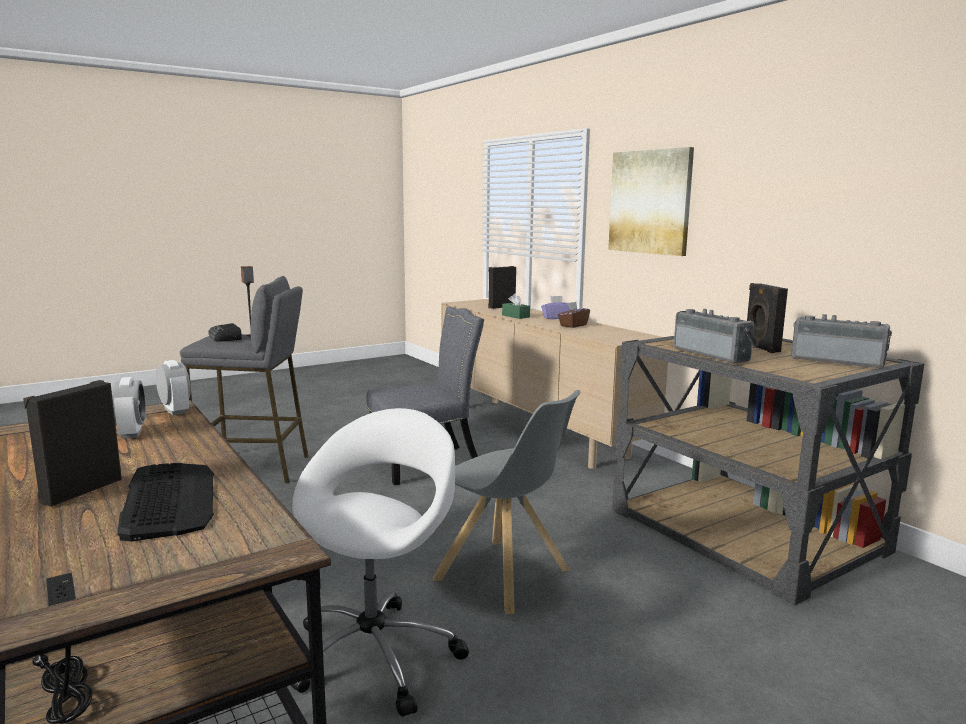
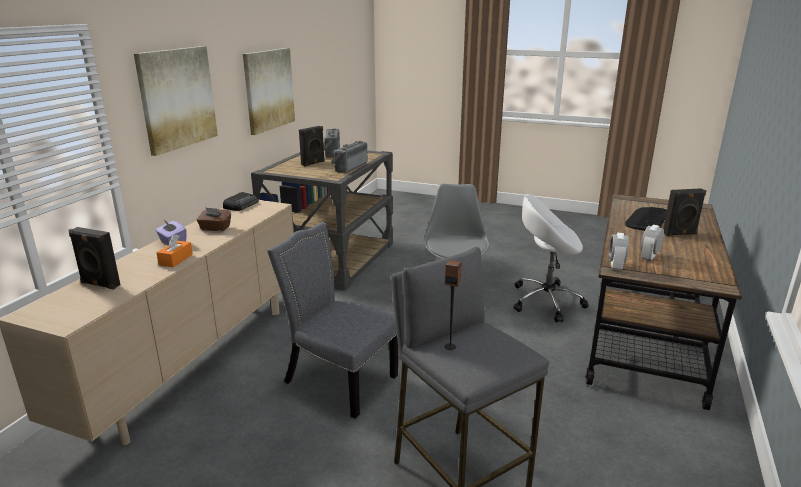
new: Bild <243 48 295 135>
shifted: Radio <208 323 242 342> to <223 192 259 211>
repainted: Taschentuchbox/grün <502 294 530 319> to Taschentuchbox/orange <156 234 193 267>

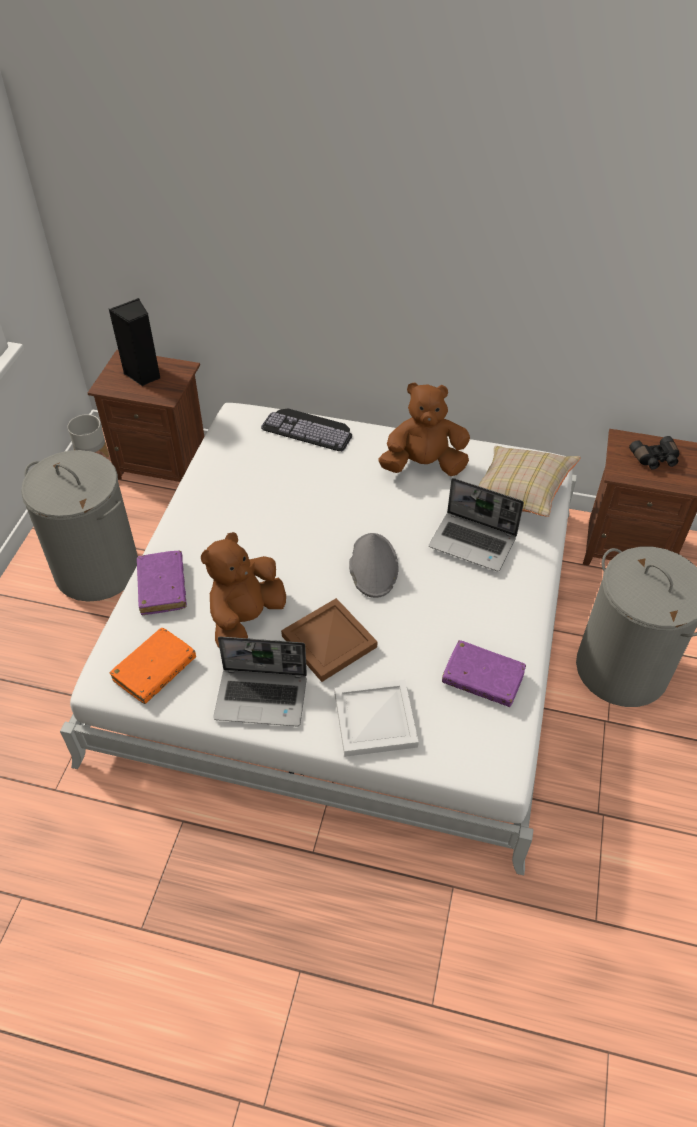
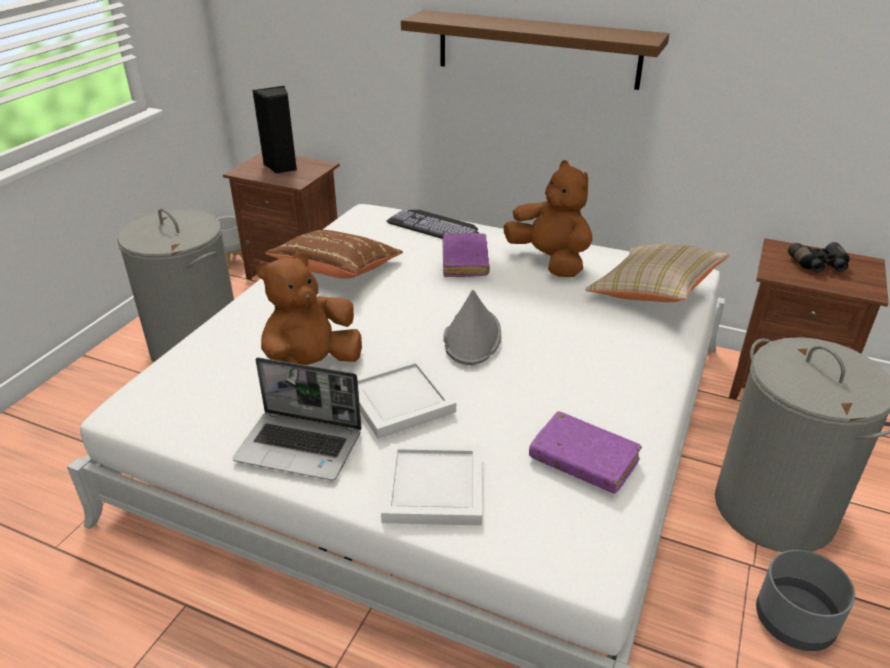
gone: Buch/orange <110 628 196 704>; Laptop <429 478 524 571>
new: Kissen/braun <265 230 403 279>; Wandregal/braun <401 10 669 90>; Pflanzkübel/grau <756 550 855 651>
shifted: Buch/lila <137 551 187 615> to <443 233 490 277>
repainted: Tablett/braun <281 598 378 682> to Tablett/weiß <357 358 456 439>
rotated: Plüschtier/braun <379 382 470 476> = <504 160 593 277> 45 degrees clockwise

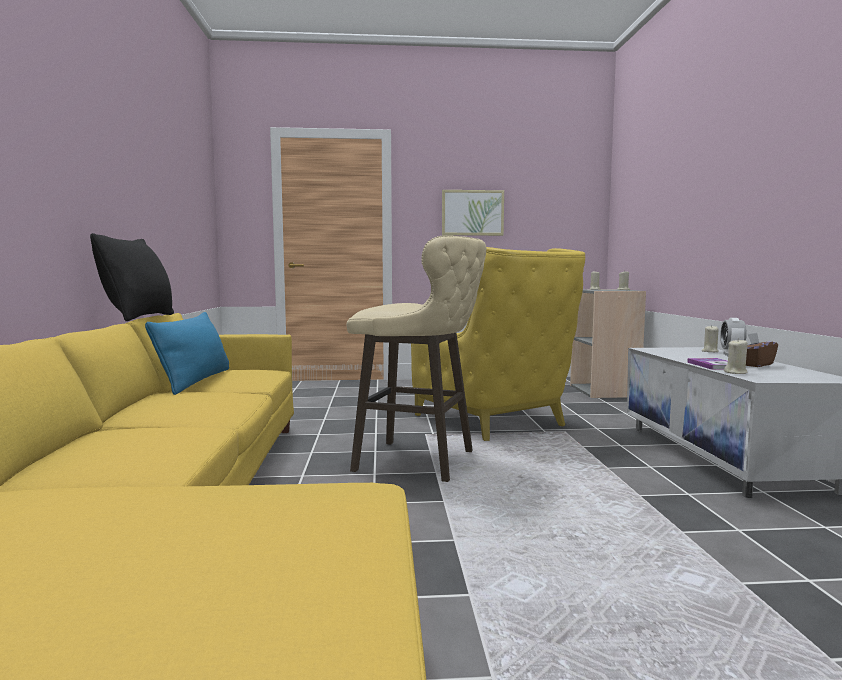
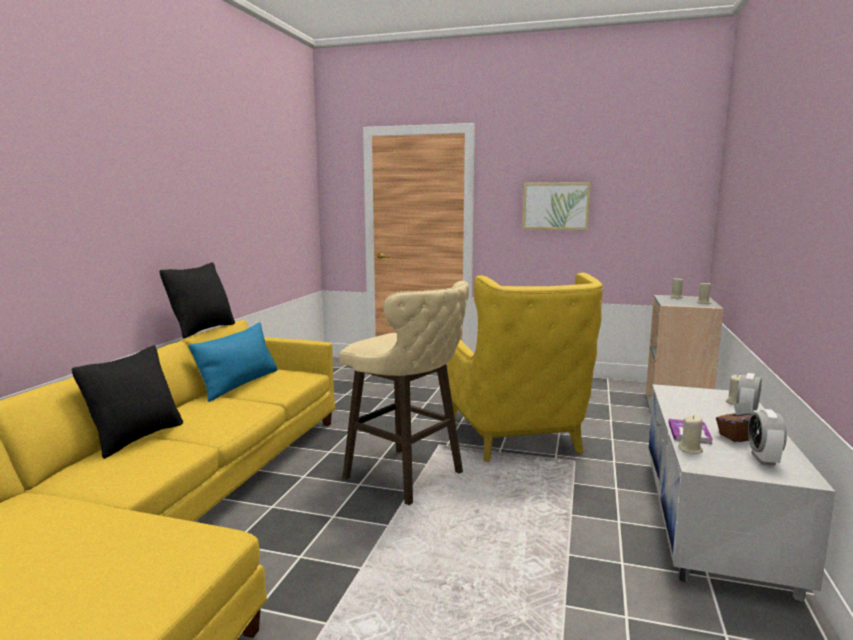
new: Kissen/schwarz <72 345 183 459>; Wecker <748 409 787 466>

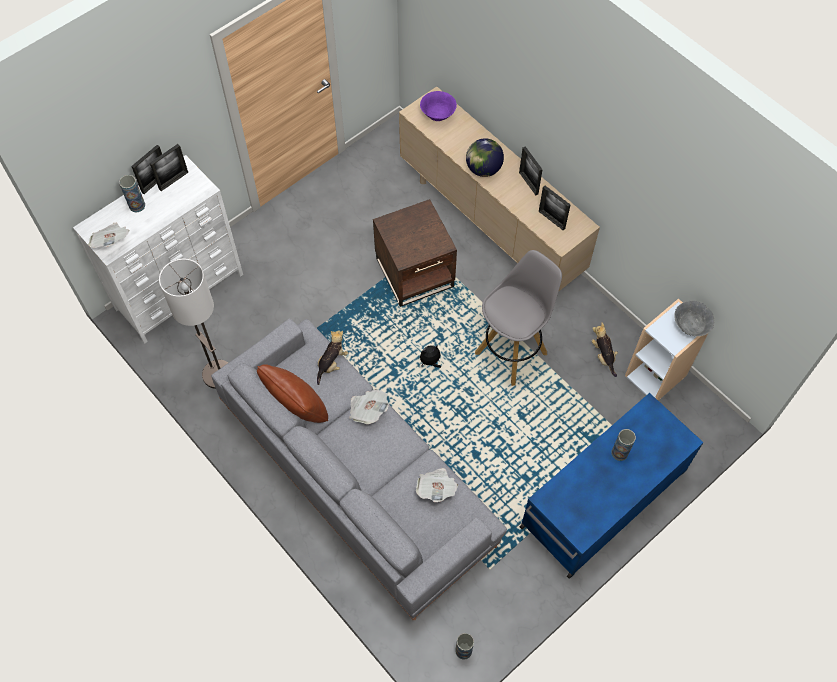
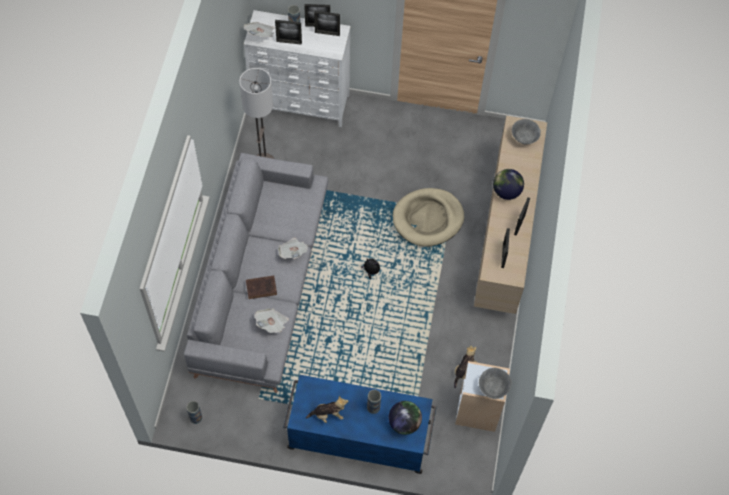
gone: Kissen/braun <257 364 328 423>; Hocker/grau <475 250 562 386>
new: Buch/braun <246 276 277 299>; Bilderrahmen <275 20 302 45>; Globus <388 401 422 435>
shifted: Plüschtier <317 330 348 385> to <306 396 348 423>
swapped: Beistelltisch/braun <373 199 457 307> to Hundebett/beige <393 188 464 247>
repainted: Schüssel/lila <420 91 457 121> to Schüssel/grau <512 119 541 145>

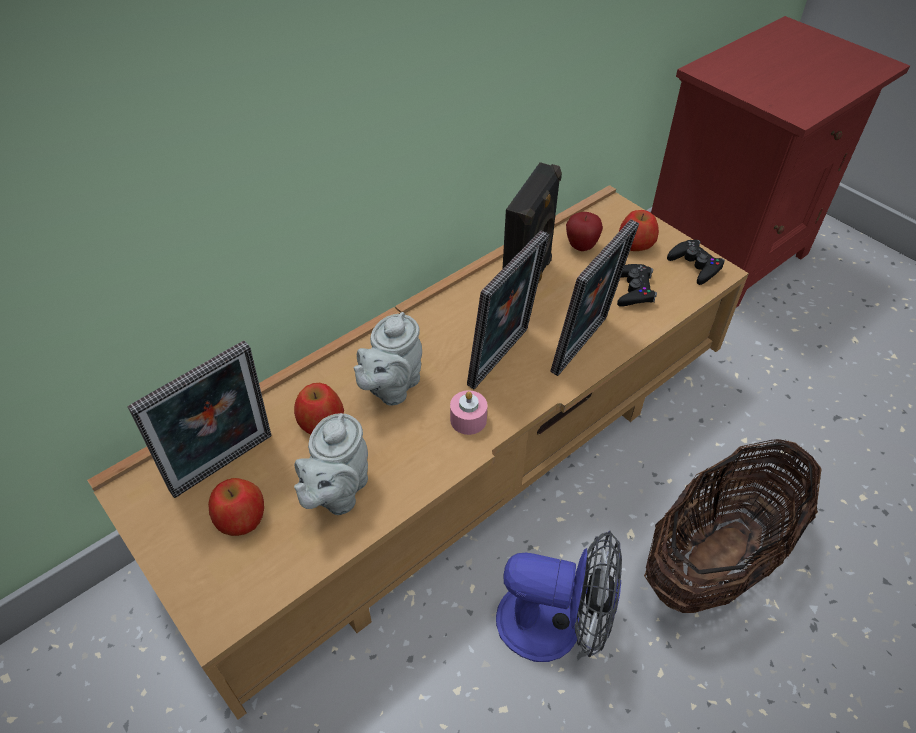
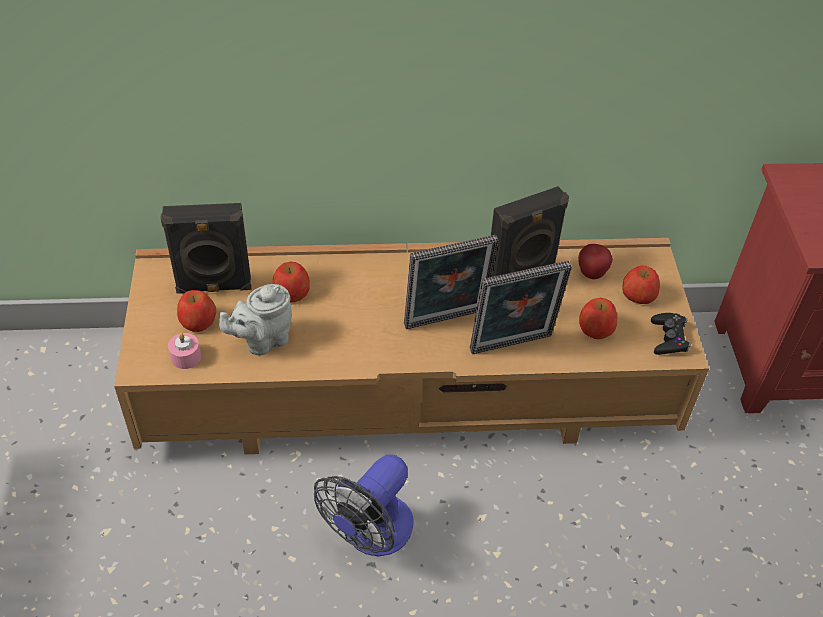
gone: Teekanne/grau <354 312 422 406>; Korb <644 439 822 613>
shifted: Kerze/rosa <450 390 488 435> to <168 333 201 369>
swapped: Bilderrahmen <127 341 271 498> to Lautsprecher/schwarz <160 203 252 294>; Gamepad/schwarz <617 264 657 307> to Apfel <579 298 617 339>
rotated: Ventilator <496 531 622 662> = <314 454 413 557> 75 degrees clockwise

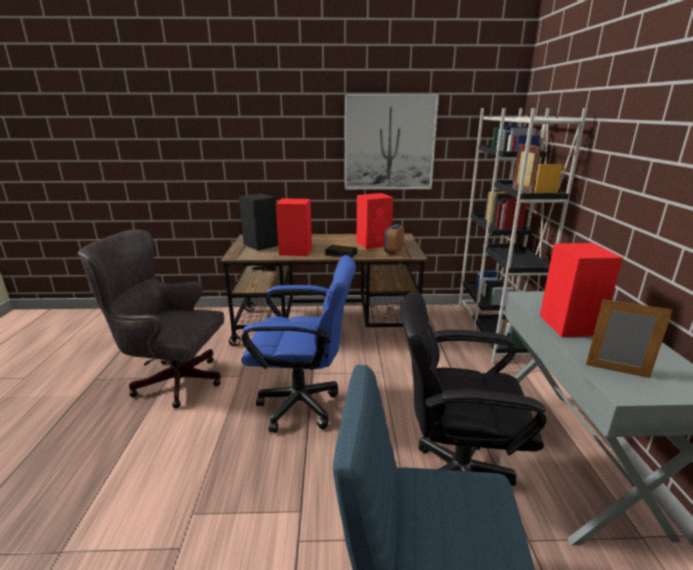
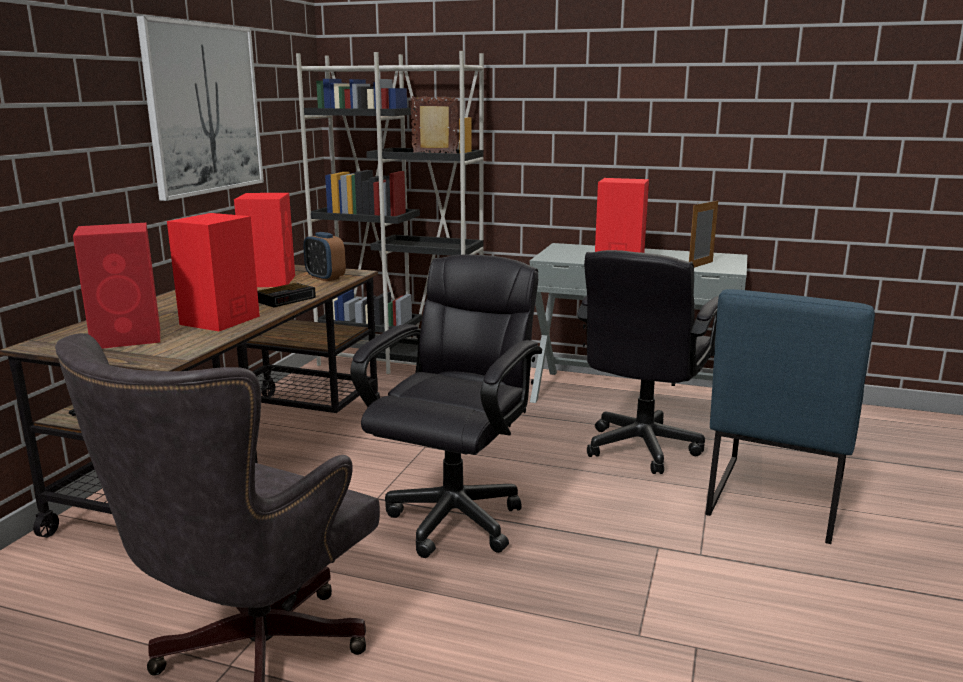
repainted: Lautsprecher/schwarz <239 193 278 251> to Lautsprecher/rot <73 223 160 349>; Bürostuhl/blau <241 255 356 433> to Bürostuhl/schwarz <350 254 542 558>

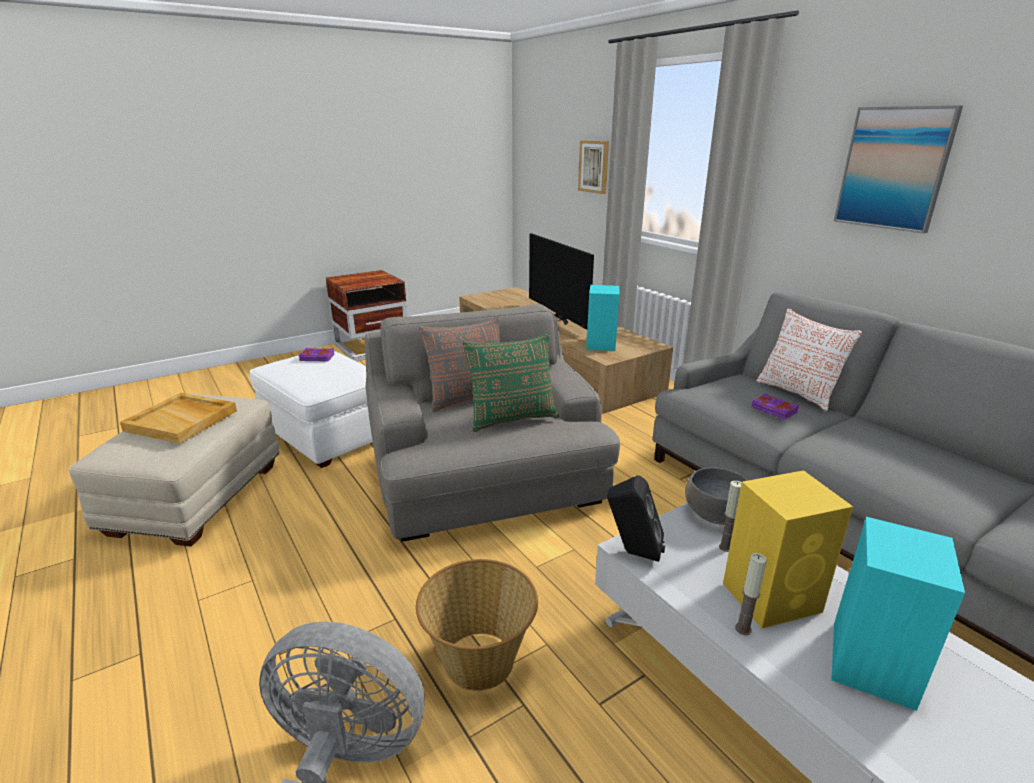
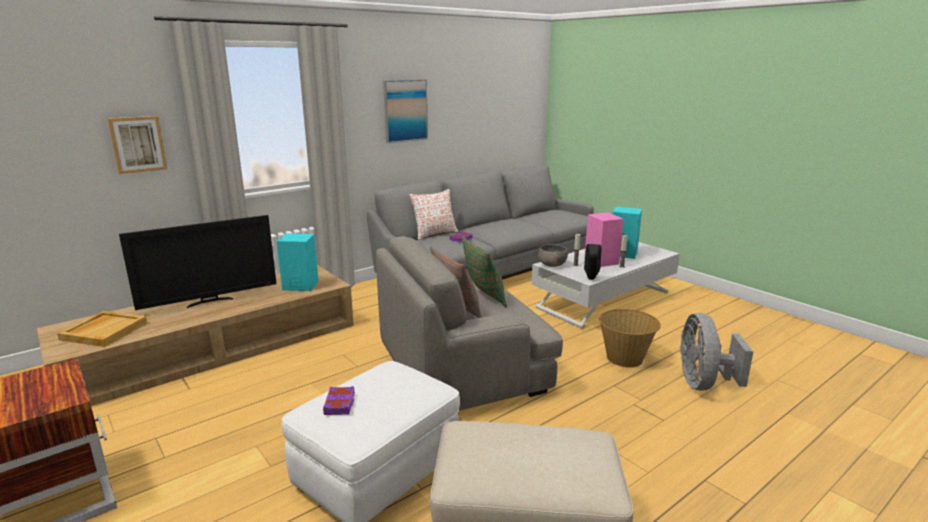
shifted: Tablett/beige <120 393 237 444> to <57 311 147 347>
repainted: Lautsprecher/gelb <723 470 853 628> to Lautsprecher/rosa <585 212 624 267>

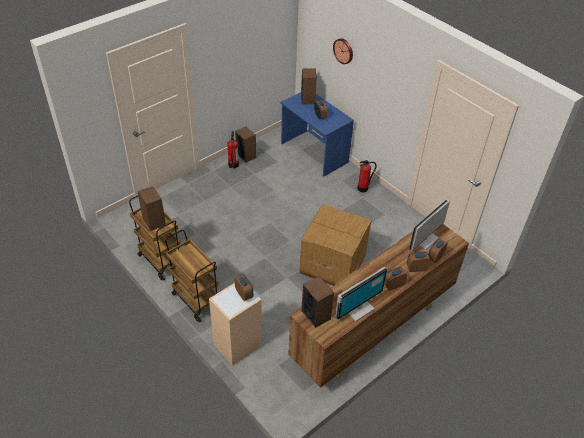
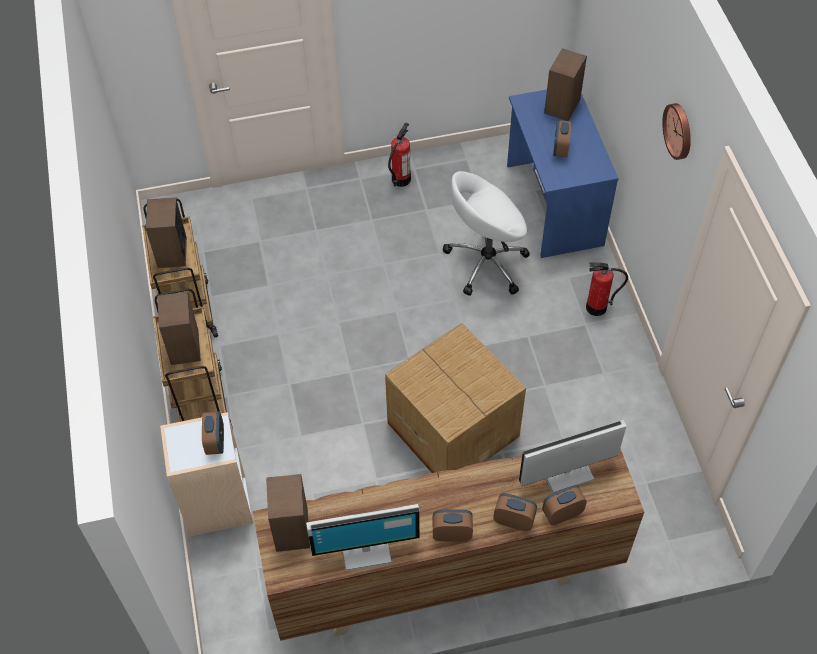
new: Bürostuhl/weiß <443 171 530 296>
shifted: Lautsprecher <235 127 256 163> to <157 292 201 365>; Wanduhr <333 38 353 64> to <662 103 691 160>

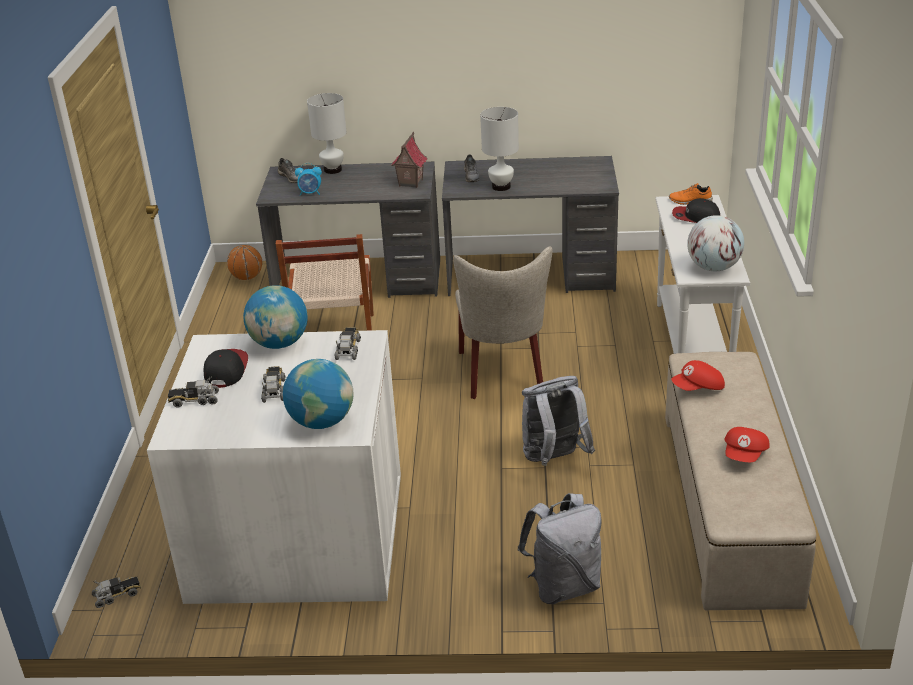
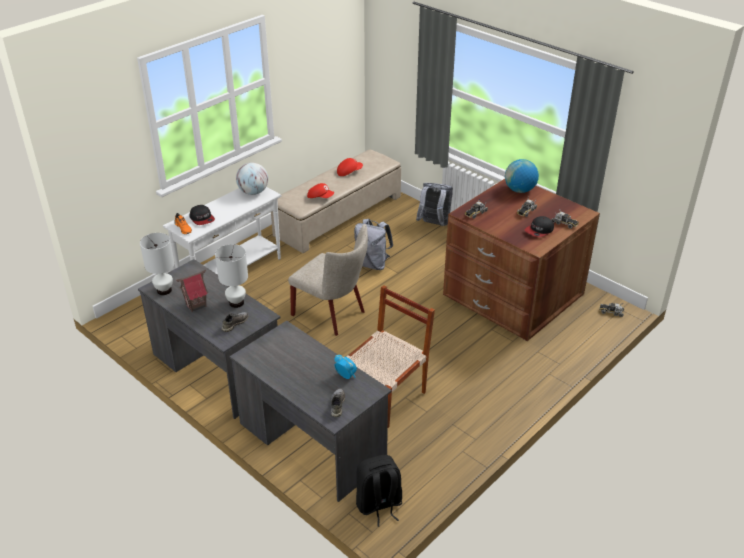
gone: Globus <243 285 308 349>
shifted: Tischlampe/weiß <307 93 346 174> to <140 233 174 295>; Spielzeughaus <391 132 427 188> to <176 270 208 312>
swapped: Basketball <227 245 262 280> to Rucksack/schwarz <356 455 402 527>
repainted: Kommode/weiß <147 330 401 604> to Kommode/braun <443 179 600 341>
rotated: Stuhl/beige <453 246 552 399> = <288 224 368 336> 90 degrees clockwise

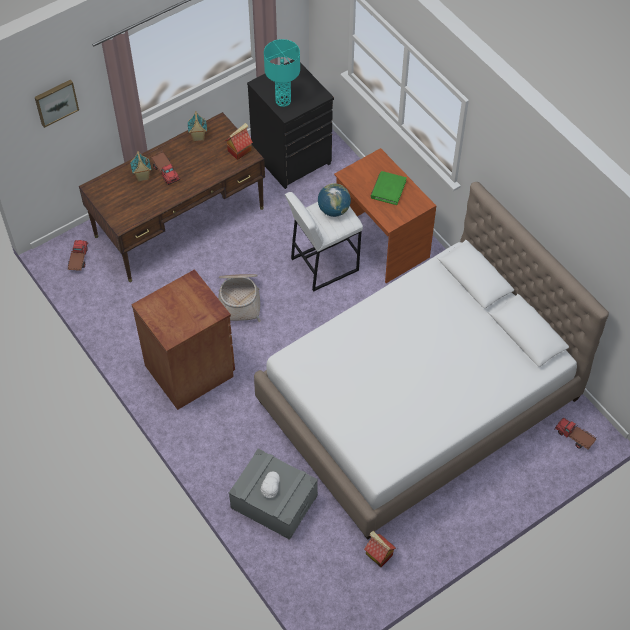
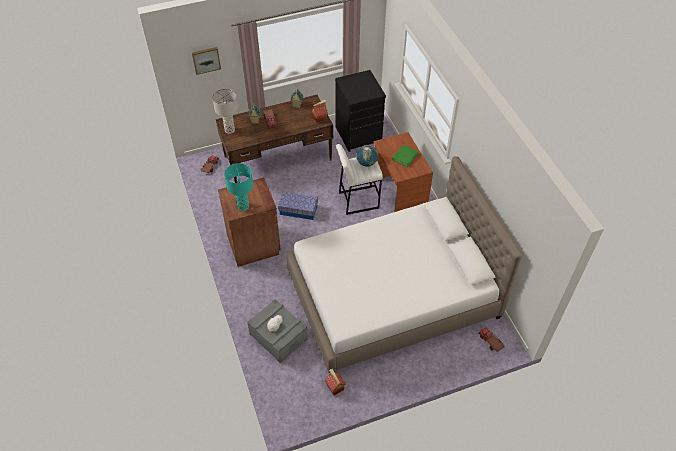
new: Tischlampe/weiß <212 89 238 134>
shifted: Tischlampe/türkis <264 39 300 107> to <224 163 253 211>
swapped: Korb <218 274 261 322> to Aufbewahrungsbox <278 192 318 220>

